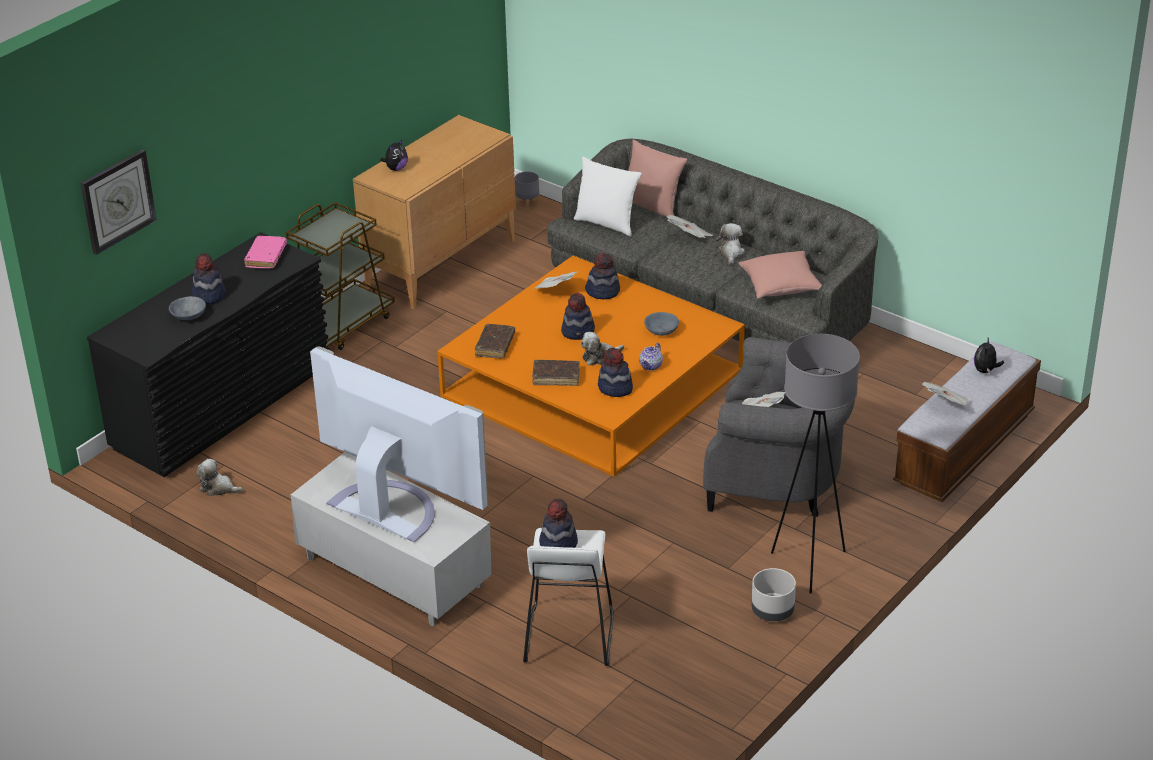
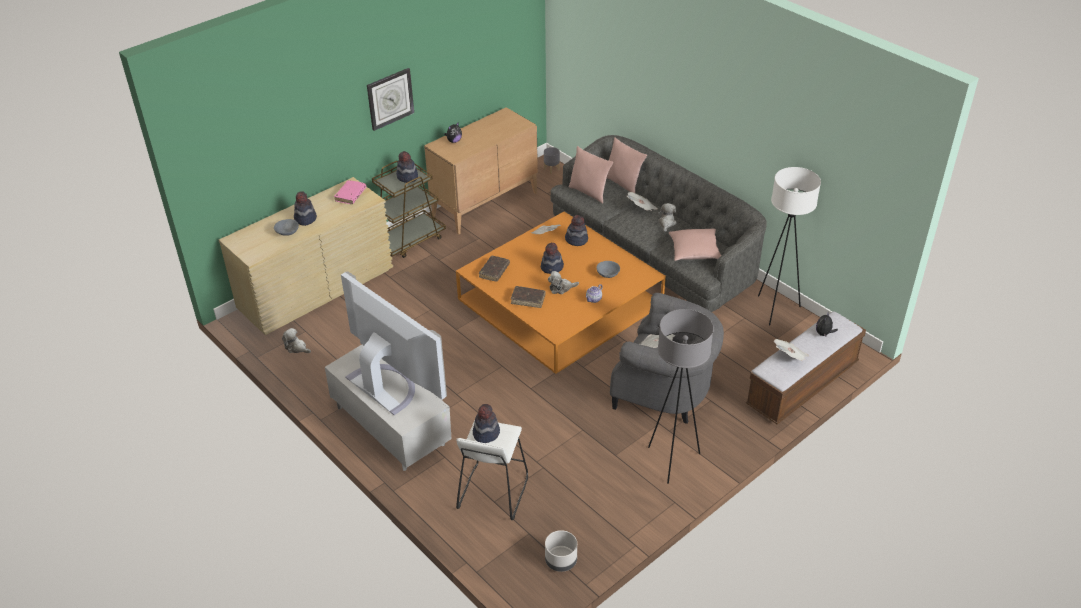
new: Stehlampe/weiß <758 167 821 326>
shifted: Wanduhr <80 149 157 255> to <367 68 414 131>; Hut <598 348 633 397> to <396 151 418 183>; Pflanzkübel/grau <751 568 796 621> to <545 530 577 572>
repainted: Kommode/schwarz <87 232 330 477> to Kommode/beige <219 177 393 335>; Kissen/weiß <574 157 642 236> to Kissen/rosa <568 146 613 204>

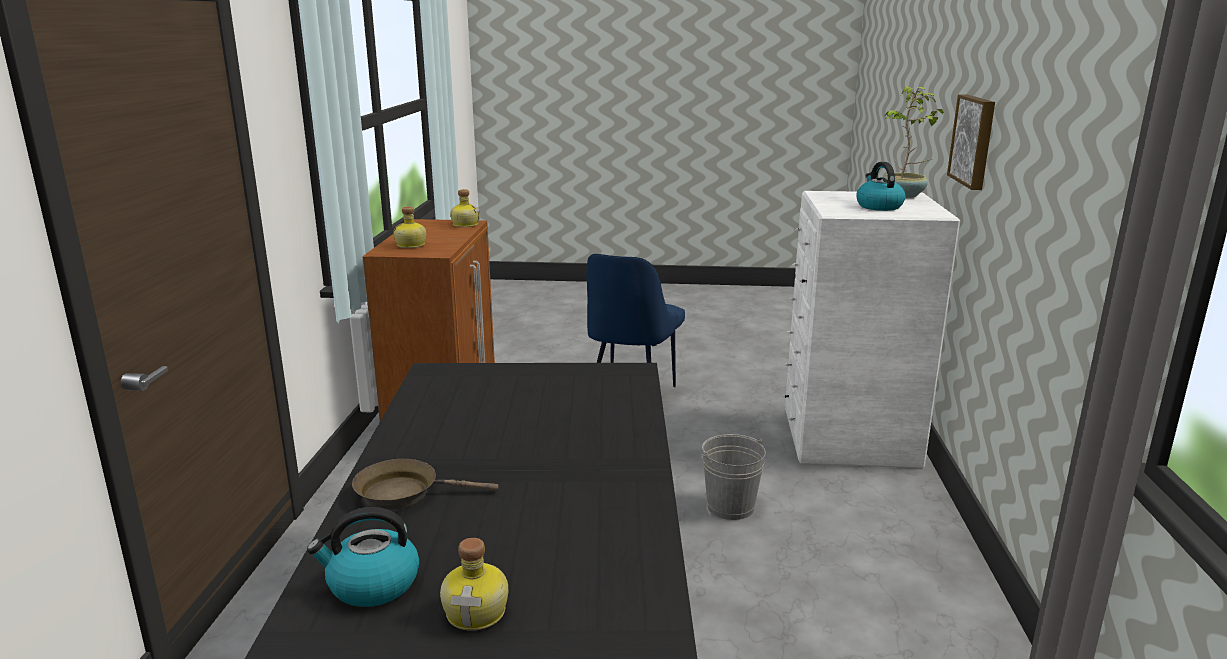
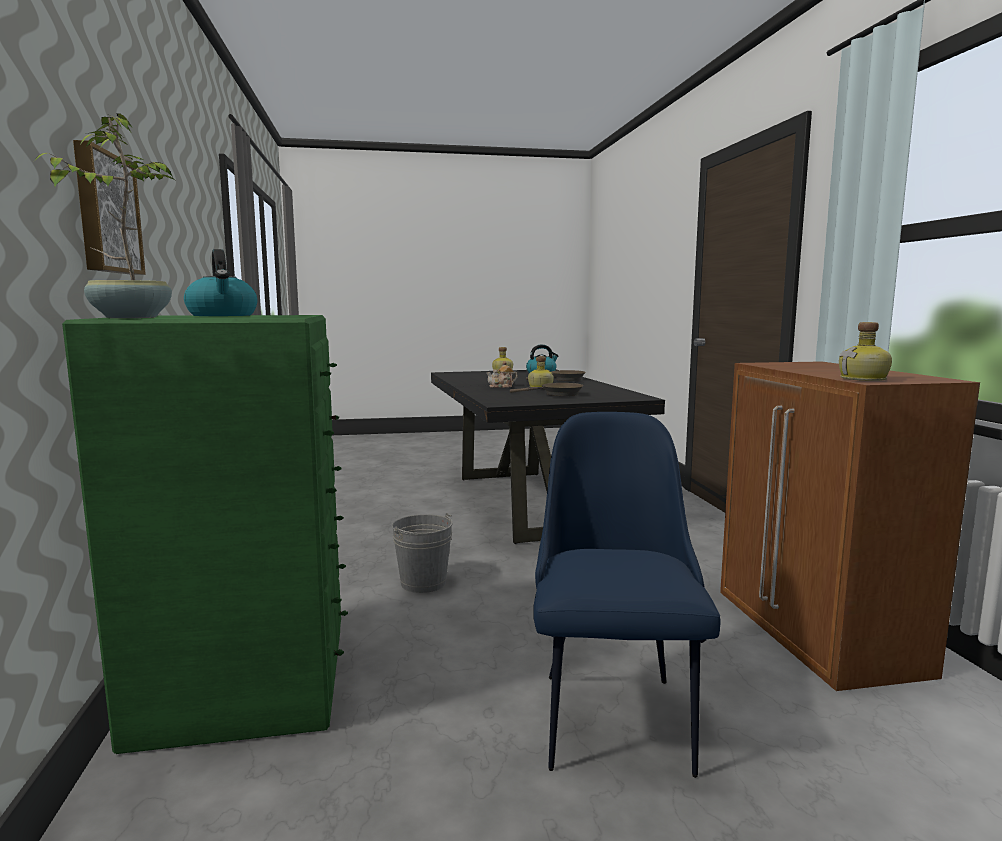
new: Teekanne <486 361 518 388>; Pfanne/braun <510 383 584 396>
shifted: Flasche <393 206 426 248> to <528 356 554 388>
repainted: Kommode/weiß <783 191 960 468> to Kommode/grün <62 315 348 754>

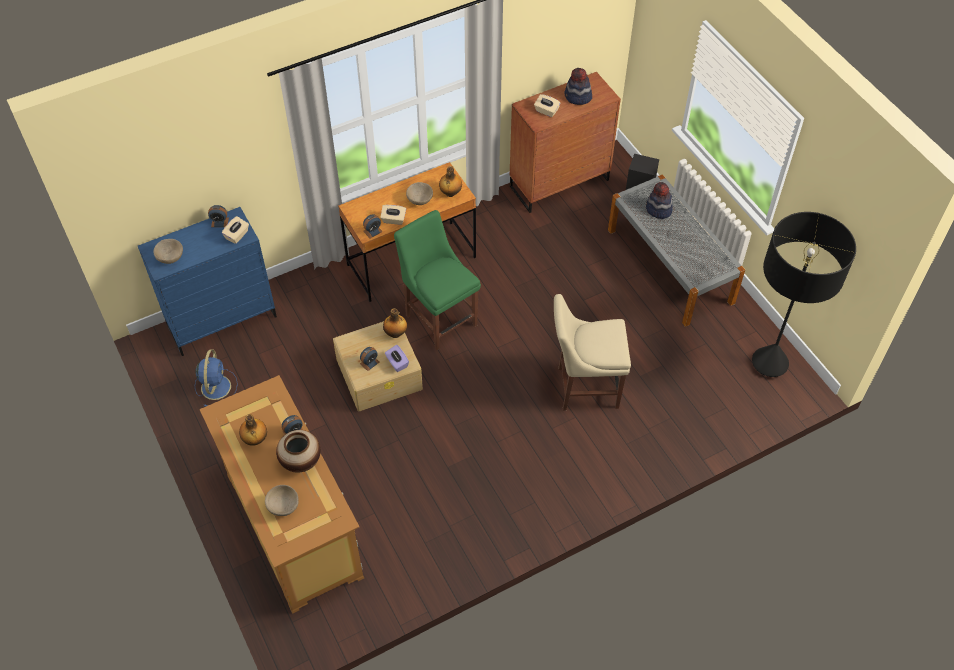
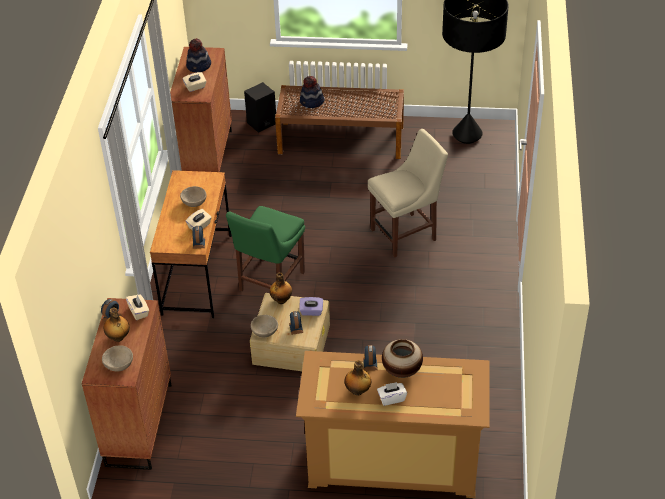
gone: Ventilator/blau <195 349 238 407>
new: Taschentuchbox/weiß <377 382 407 406>
shifted: Schüssel/beige <265 485 299 516> to <251 315 278 337>; Flasche <439 166 462 197> to <104 308 130 342>
repainted: Kommode/blau <138 207 277 356> to Kommode/braun <82 298 171 470>; Bank/grau <608 174 745 327> to Bank/braun <275 85 404 159>
rotated: Stuhl/grün <394 210 481 350> = <226 206 305 291> 60 degrees counterclockwise; Stuhl/beige <554 294 631 410> = <368 129 448 258> 150 degrees counterclockwise

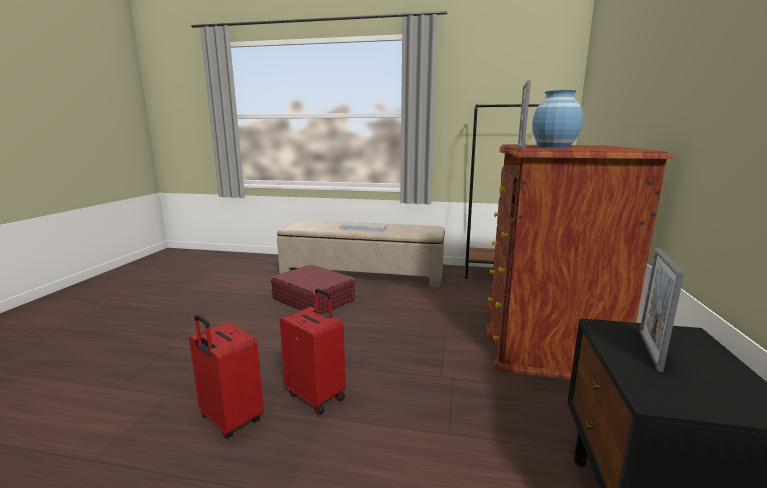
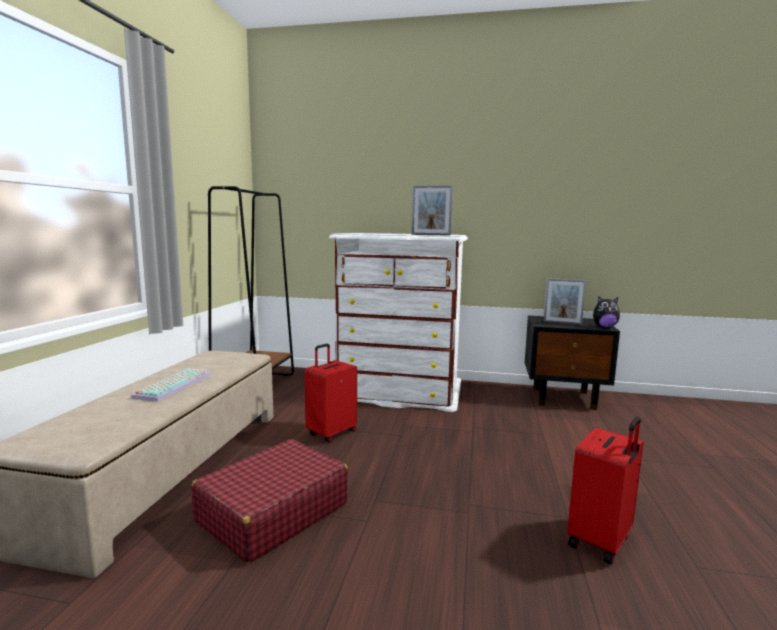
gone: Vase/blau <532 90 583 147>
new: Plüschtier <593 297 620 328>
shifted: Koffer/rot <280 289 346 415> to <304 344 357 442>
repainted: Kommode/braun <486 144 673 379> to Kommode/weiß <329 233 468 412>

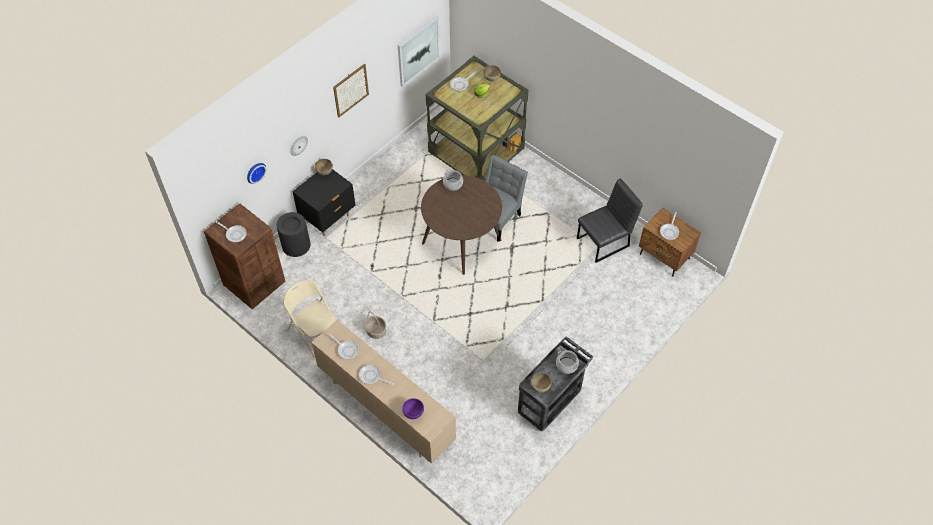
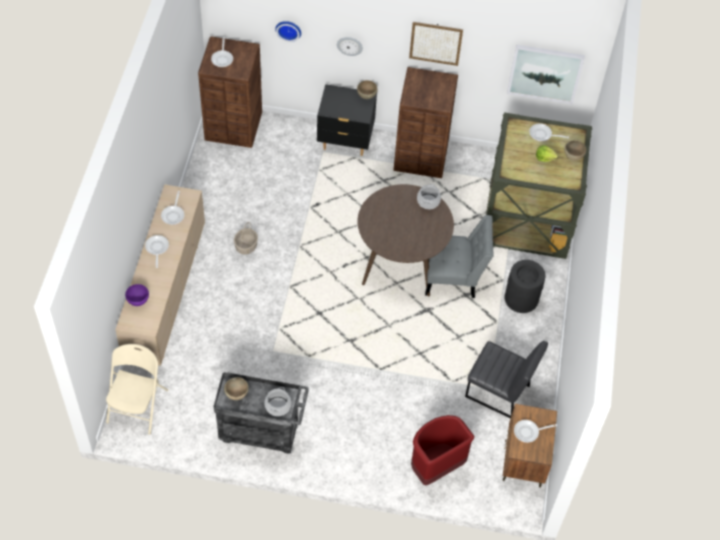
new: Kommode/braun <394 67 458 178>; Mülleimer/rot <411 415 474 485>
shifted: Mülleimer/schwarz <277 212 310 257> to <504 260 545 313>; Stuhl/beige <284 280 336 358> to <106 344 169 435>

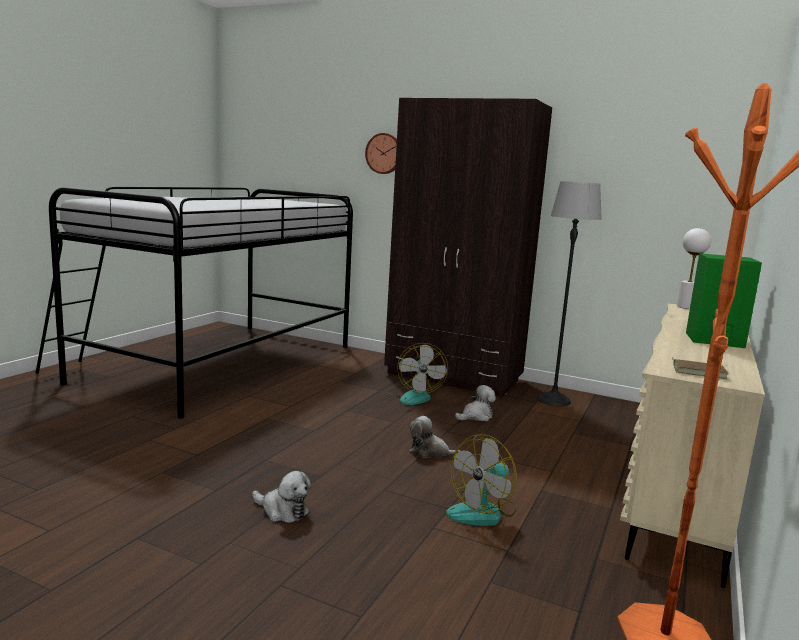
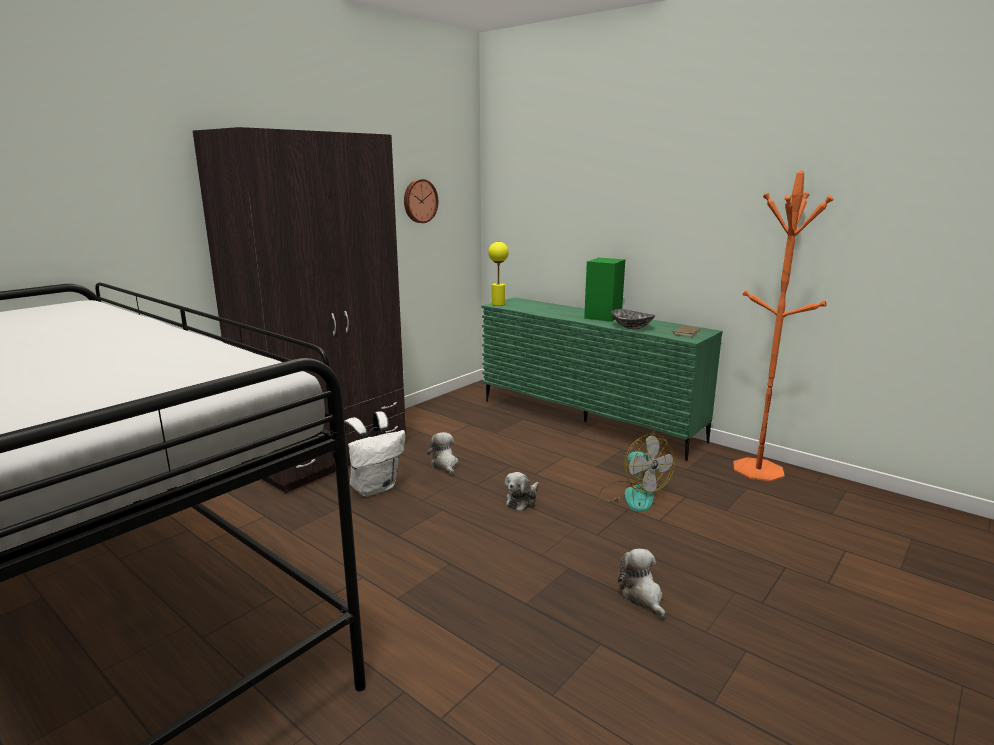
gone: Stehlampe <537 181 602 406>
new: Schüssel <611 309 655 329>
shifted: Wanduhr <365 133 397 174> to <404 179 438 223>
swapped: Ventilator <386 343 448 405> to Rucksack/weiß <344 411 405 497>
repainted: Kommode/beige <620 303 765 588> to Kommode/grün <482 298 723 461>; Tischlampe/weiß <677 228 711 309> to Tischlampe/gelb <488 242 509 306>
rotated: Plüschtier <252 471 311 523> = <618 549 665 618> 60 degrees counterclockwise

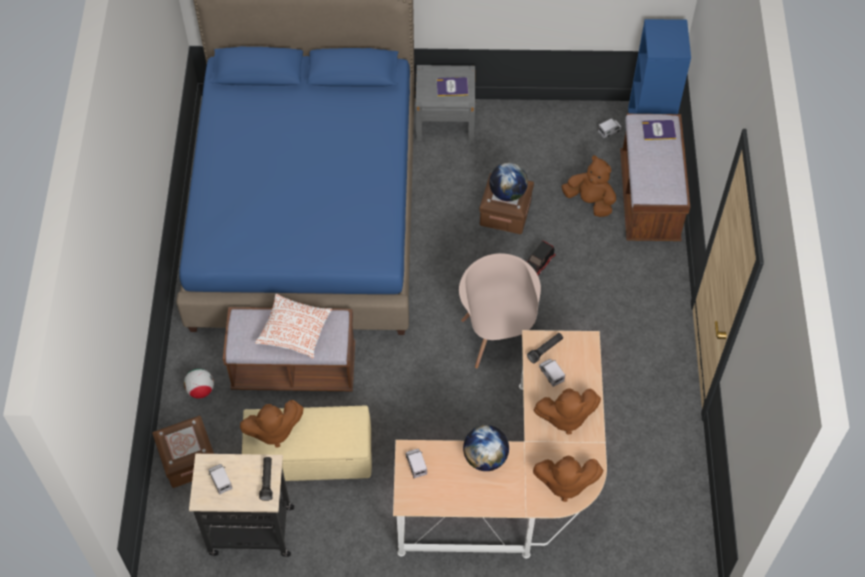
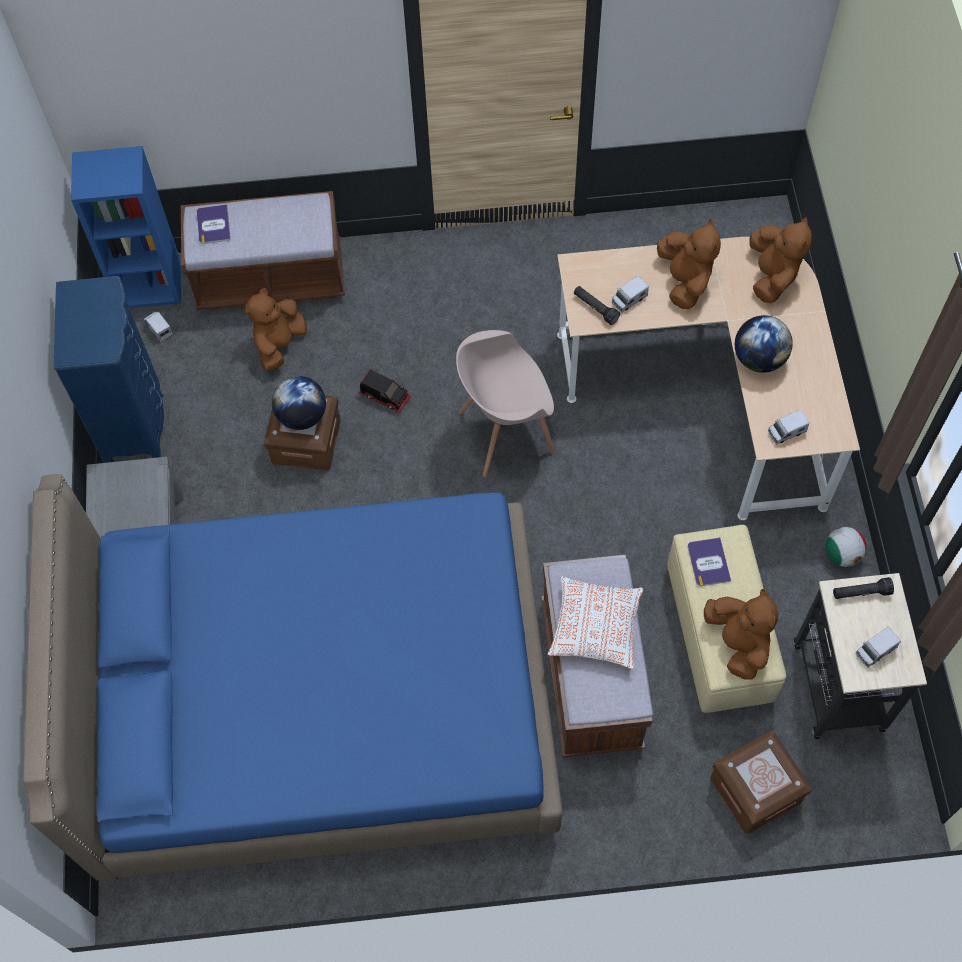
new: Kommode/blau <54 276 164 463>
shifted: Fußball <184 369 214 399> to <826 527 866 567>; Buch <437 77 468 96> to <688 537 731 586>

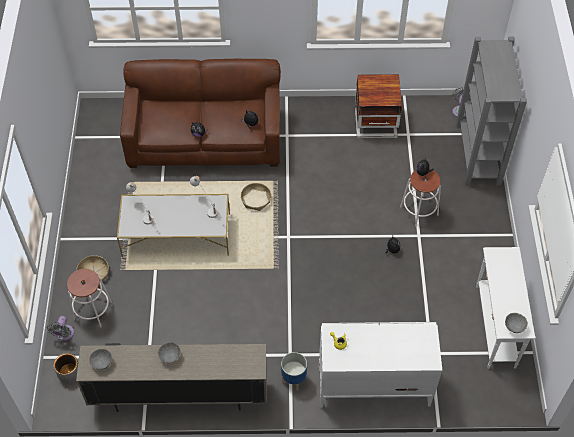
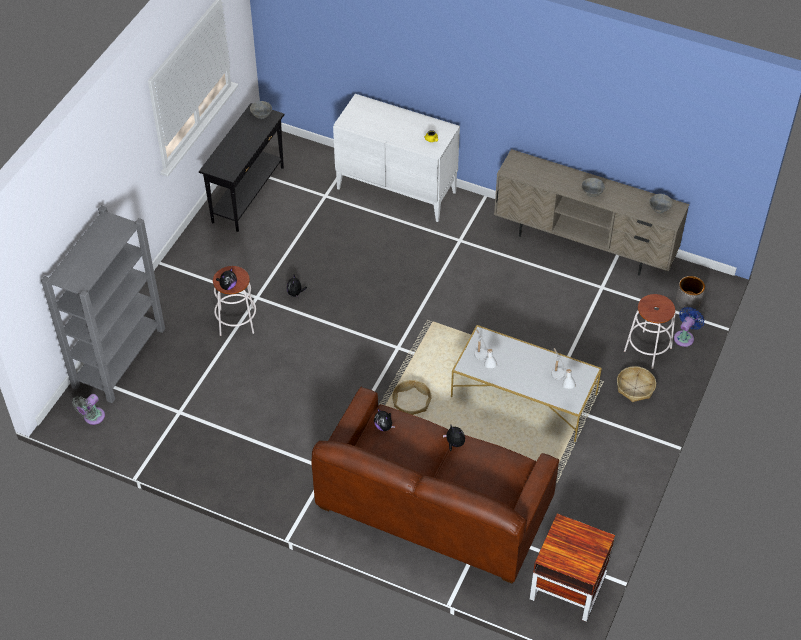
gone: Pflanzkübel <281 352 307 391>
shifted: Nachttisch <355 74 402 138> to <530 513 615 622>
repainted: Ventilator/grau <47 316 74 341> to Ventilator/blau <674 307 704 347>; Konsolentisch/weiß <476 247 535 369> to Konsolentisch/schwarz <199 103 284 232>

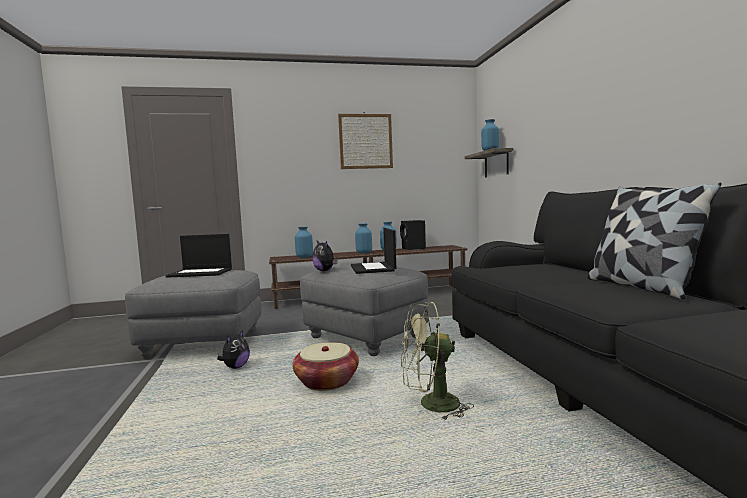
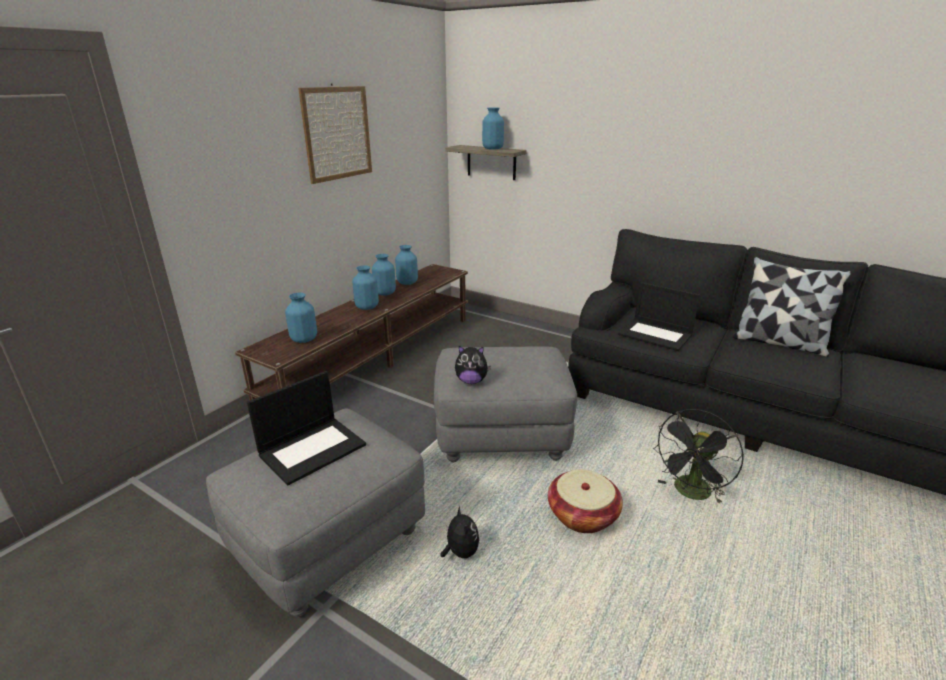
shifted: Laptop <351 228 397 274> to <618 282 700 351>
swapped: Lautsprecher/schwarz <400 220 426 250> to Vase/blau <395 245 418 285>
repainted: Ventilator/grün <401 302 474 420> to Ventilator/schwarz <653 409 743 505>

